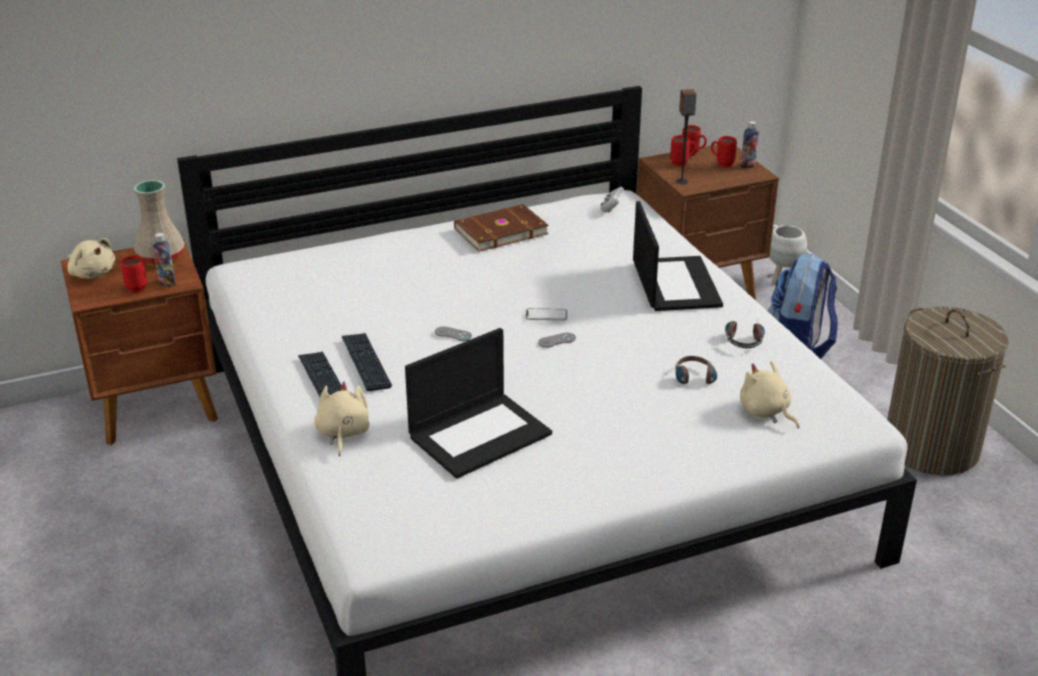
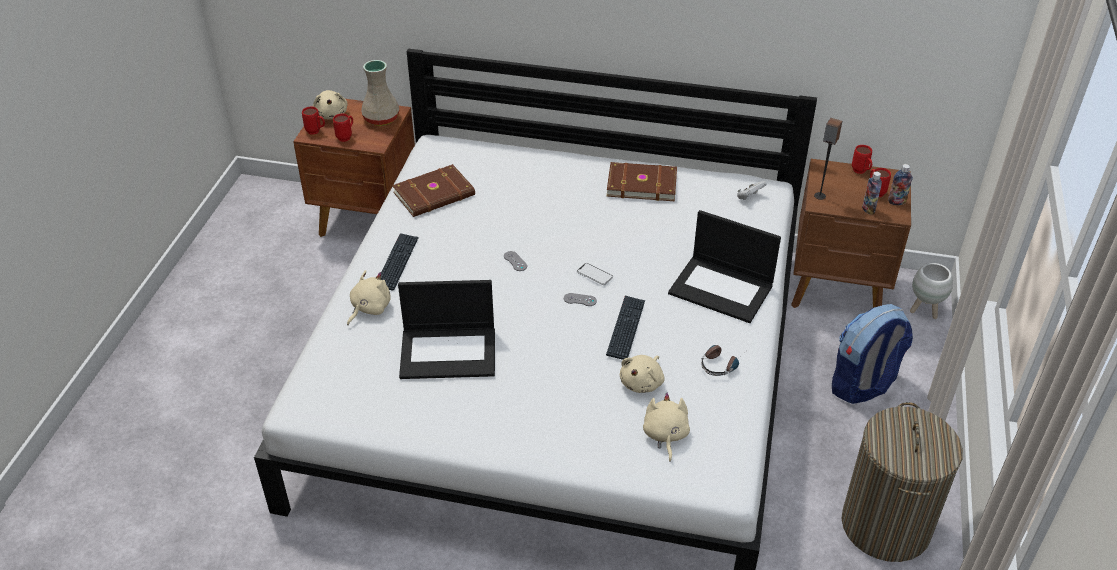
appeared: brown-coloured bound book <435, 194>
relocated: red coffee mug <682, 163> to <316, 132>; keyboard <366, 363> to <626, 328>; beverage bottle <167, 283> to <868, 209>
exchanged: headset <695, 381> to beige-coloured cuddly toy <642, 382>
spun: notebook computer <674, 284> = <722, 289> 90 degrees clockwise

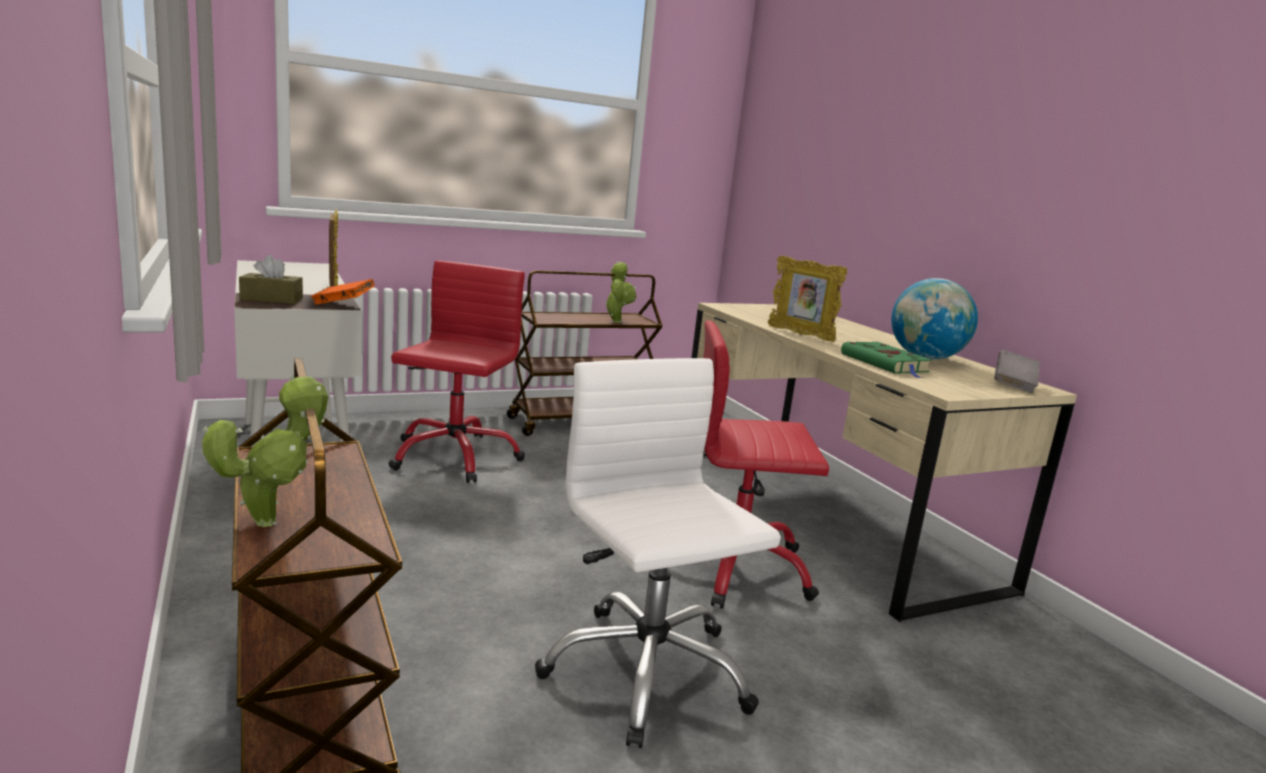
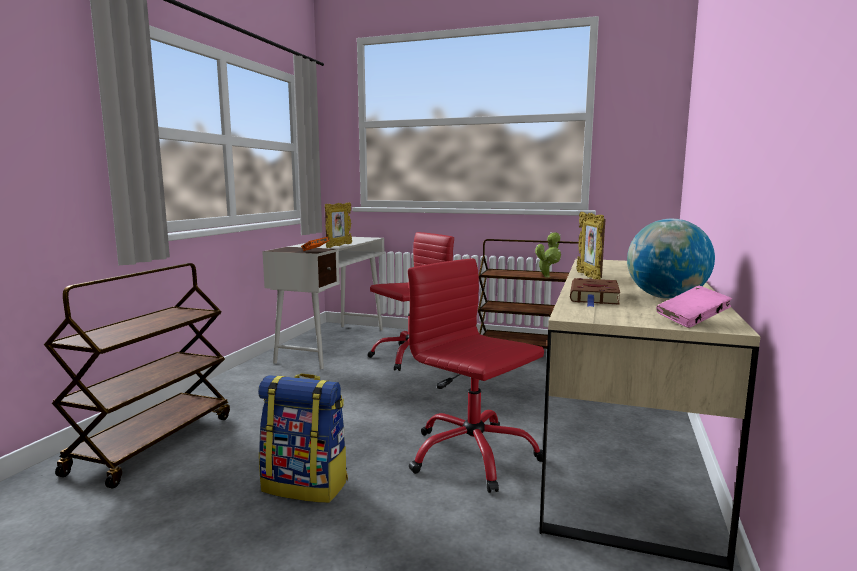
missing: houseplant <273, 520>; brown-coloured tissue holder <271, 299>
exchanged: whitish office chair <646, 671> to backpack <306, 485>
colour: greenish bound book <886, 364> to brown-coloured bound book <594, 297>; greyish bound book <1013, 385> to pinkish bound book <692, 321>

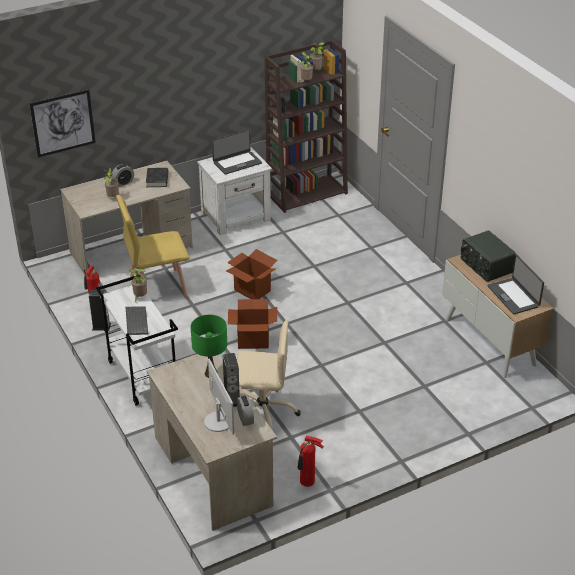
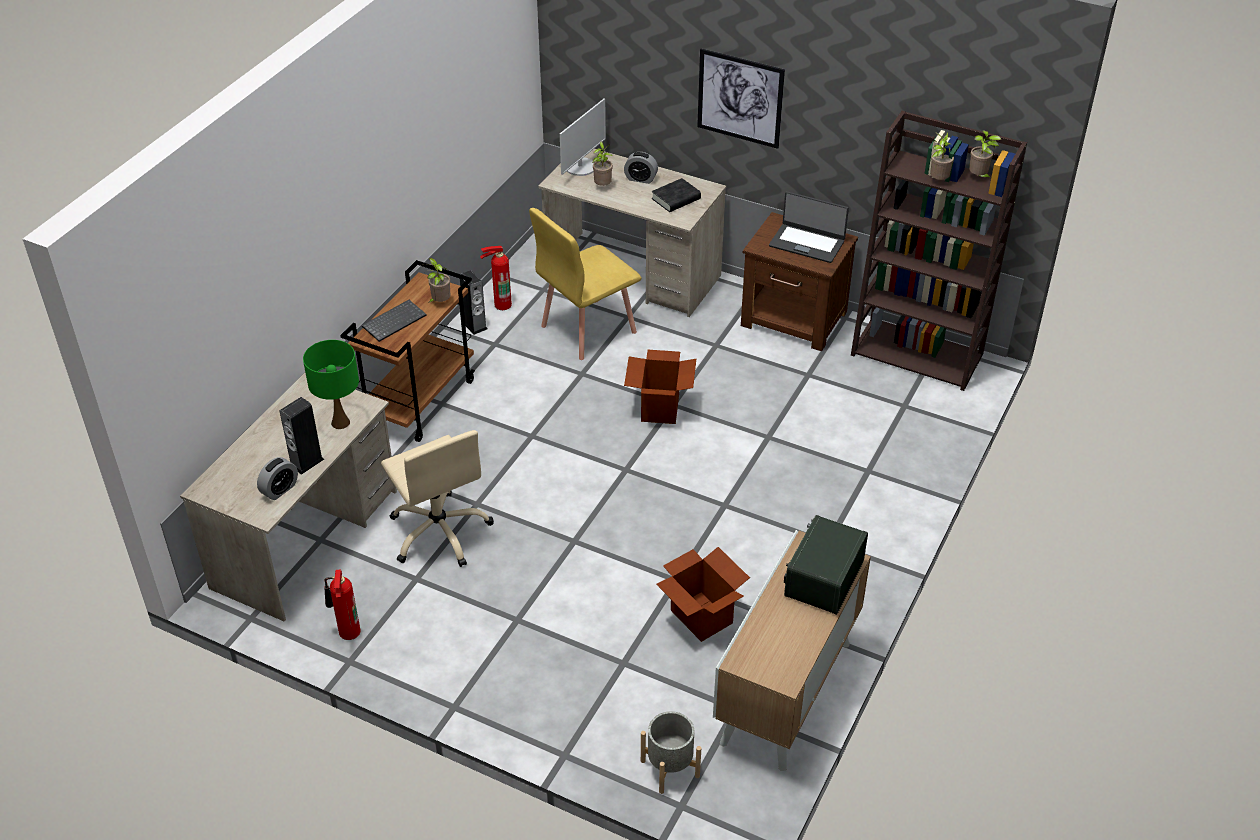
missing: notebook computer <514, 296>
appeared: greyish plant pot <670, 768>
relocated: monitor <219, 421> to <580, 167>; packing box <253, 340> to <701, 616>; picture <63, 123> to <740, 98>
colour: whitish cart <142, 376> to brown-coloured cart <419, 400>; whitish bedside table <237, 216> to brown-coloured bedside table <794, 320>
spun: yellow upright chair <157, 286> = <587, 329> 75 degrees counterclockwise

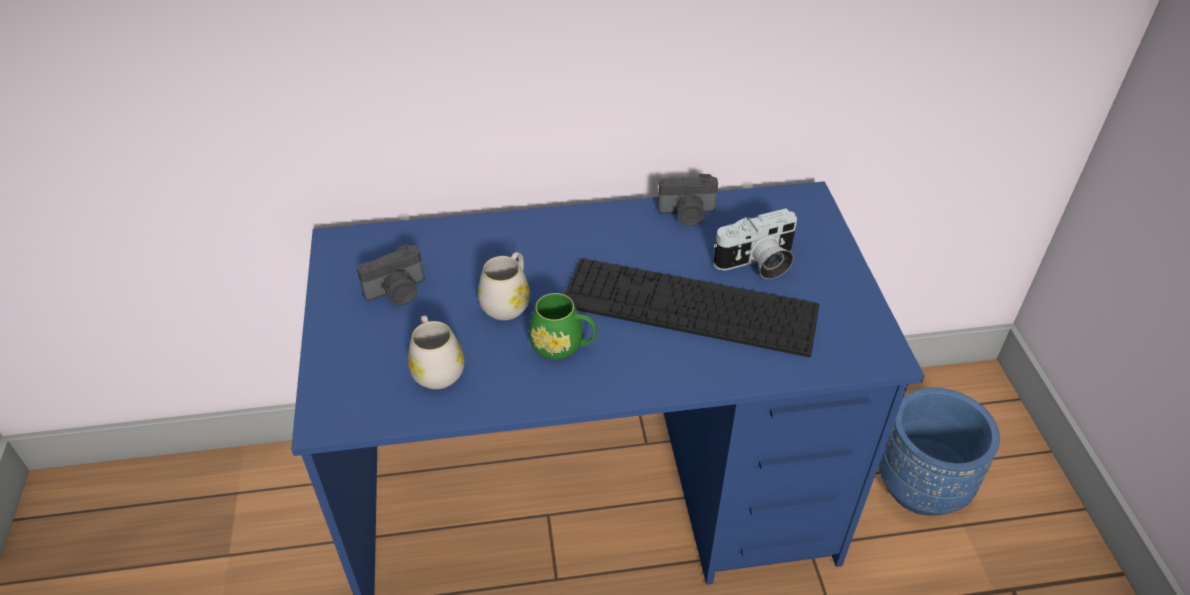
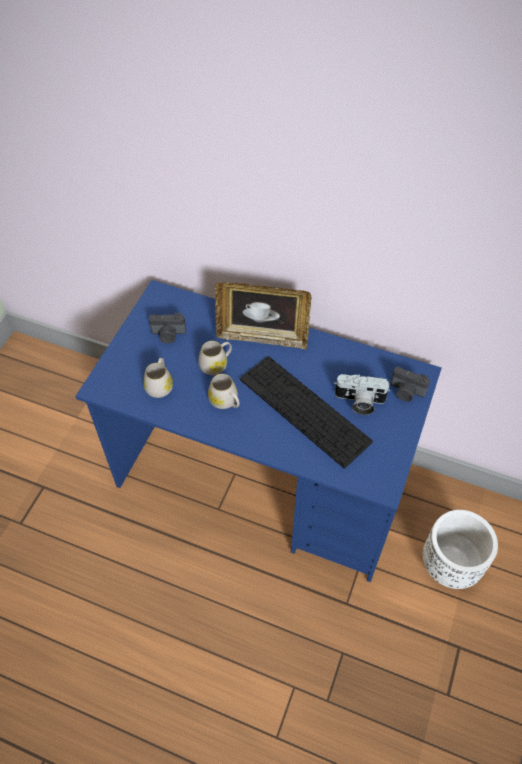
appeared: picture frame <262, 336>
relocated: still camera <687, 214> to <406, 392>
colour: greenish coffee mug <563, 346> to whitish coffee mug <226, 402>; blue-coloured plant pot <920, 487> to whitish plant pot <450, 564>

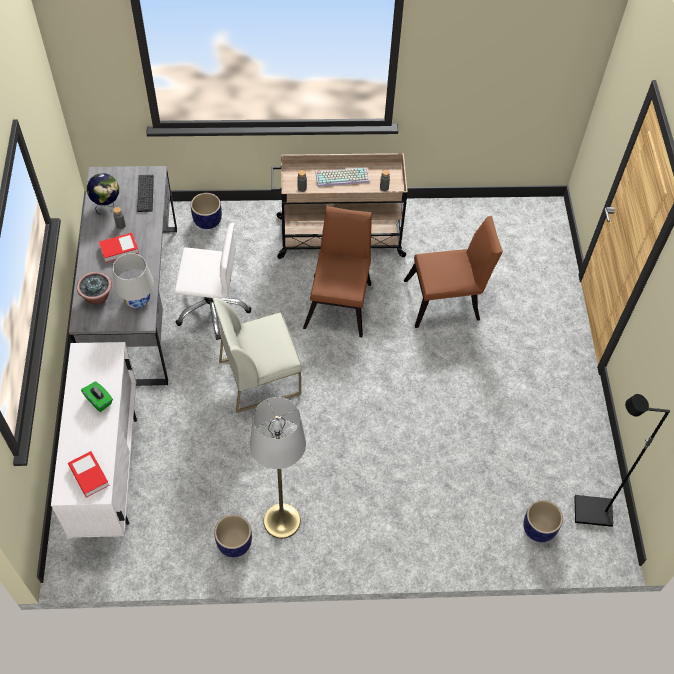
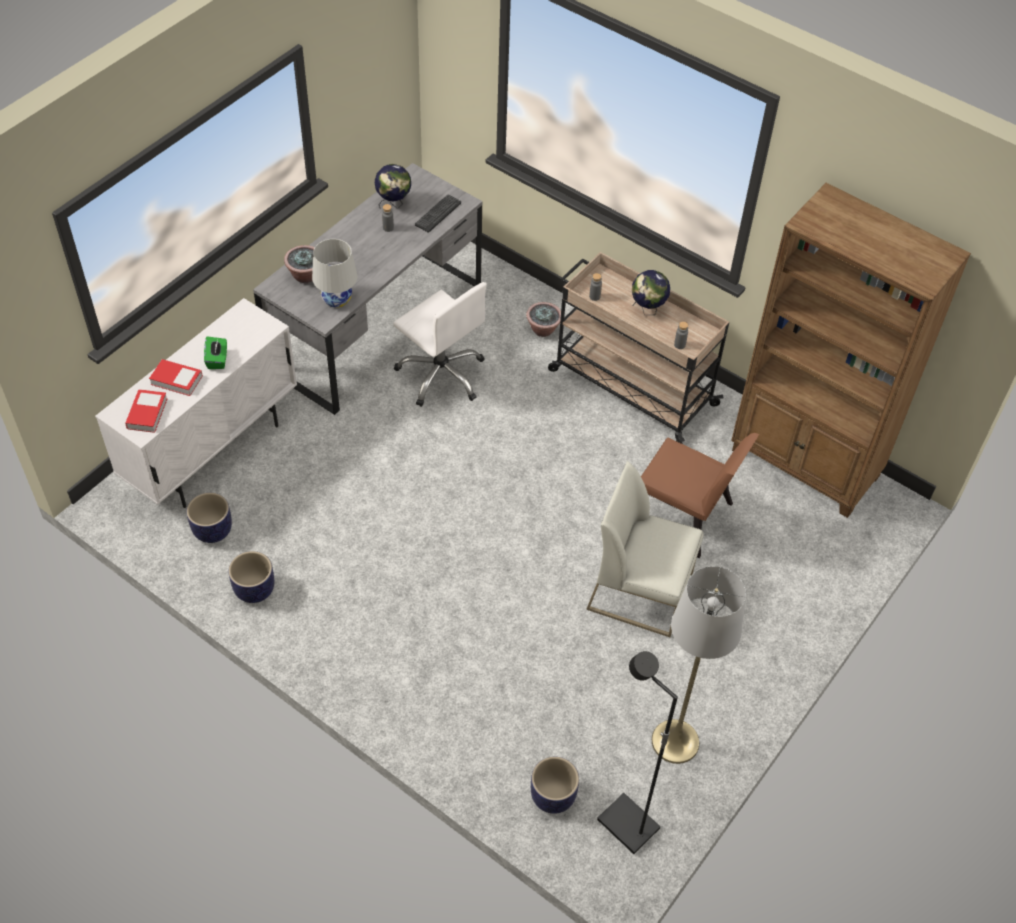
missing: brown-coloured upright chair <340, 301>
appeared: houseplant <543, 330>; brown-coloured bookcase <805, 465>
relocated: bound book <119, 249> to <176, 380>; plant pot <207, 221> to <212, 530>; whitish upright chair <260, 377> to <641, 590>; greyish floor lamp <281, 520> to <675, 741>
exchanged: keyboard <343, 176> to globe <647, 310>

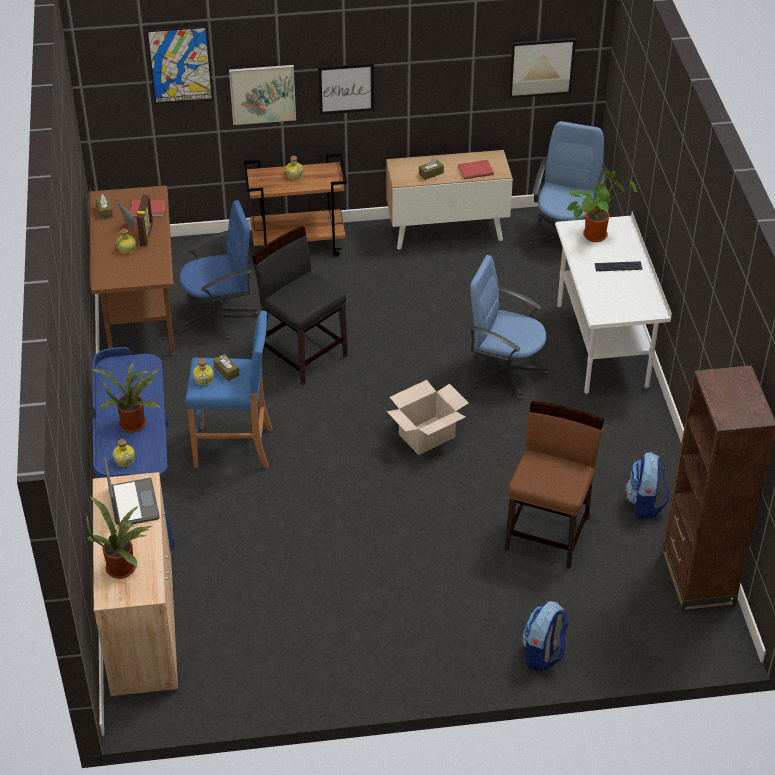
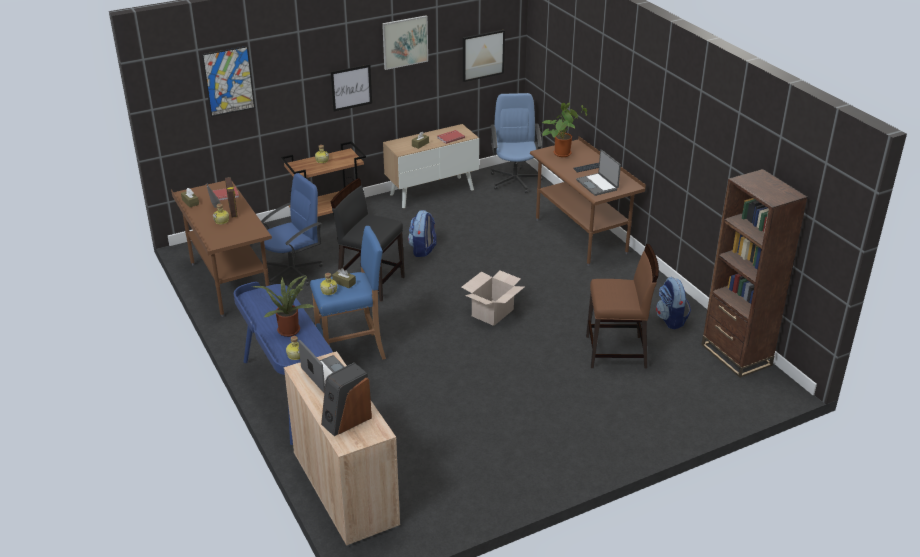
missing: blue-coloured office chair <505, 372>
appeared: notebook computer <597, 185>
relocated: picture <262, 94> to <405, 42>; backpack <543, 654> to <423, 250>
exchanged: houseplant <124, 567> to loudspeaker <346, 420>
colour: whitish desk unit <602, 347> to brown-coloured desk unit <581, 236>
spun: brown-coloured upright chair <548, 533> = <617, 352> 90 degrees clockwise

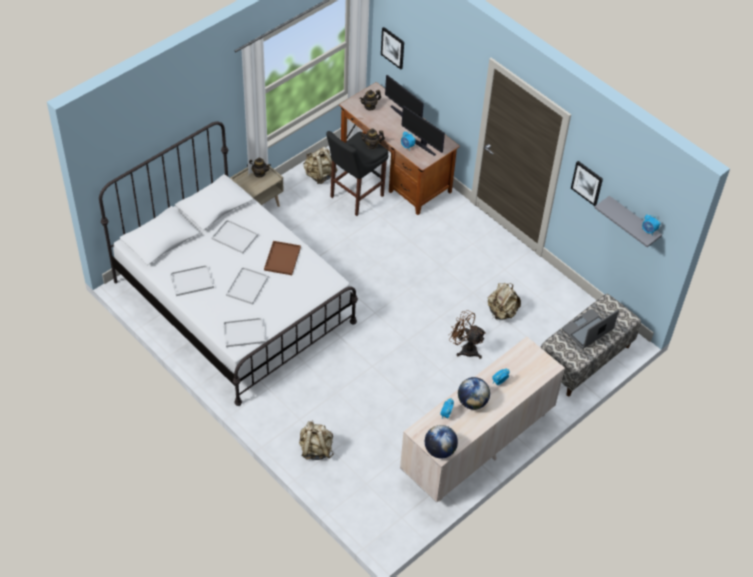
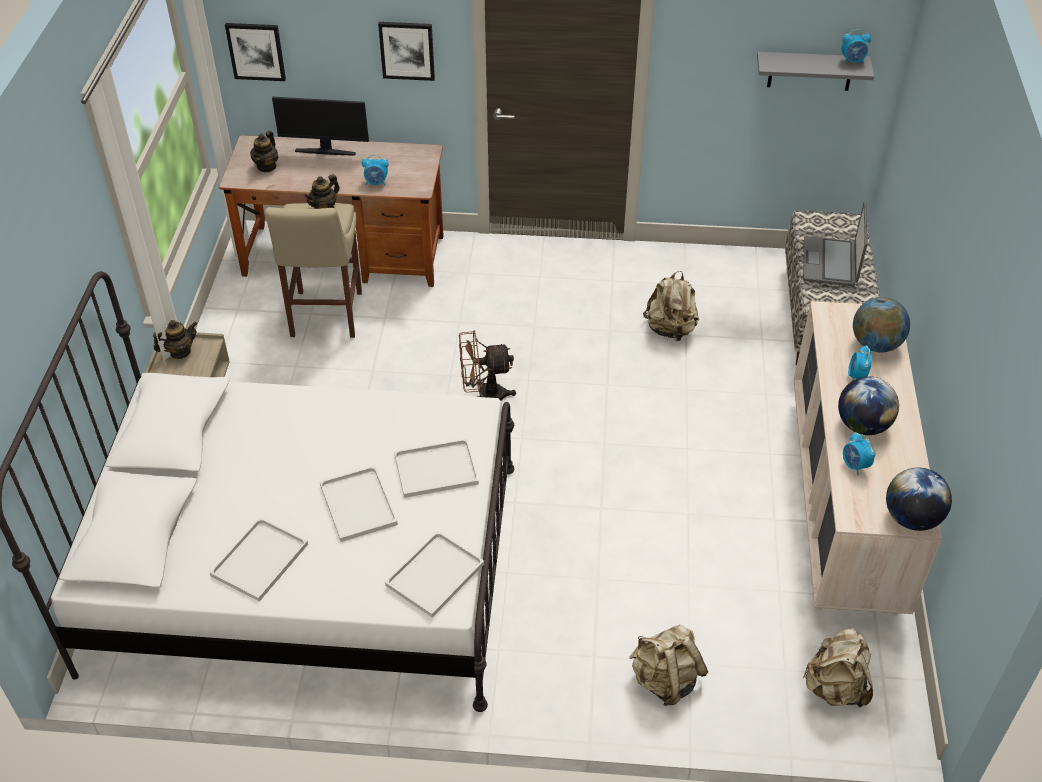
missing: brown-coloured carrying tray <282, 259>; monitor <422, 145>
appeared: globe <875, 344>
relocated: picture <587, 183> to <407, 50>; whitish carrying tray <234, 237> to <434, 470>; brown-coloured fan <465, 349> to <483, 397>; beige-coloured backpack <319, 175> to <835, 687>
colour: black-coloured stool <354, 197> to beige-coloured stool <325, 317>

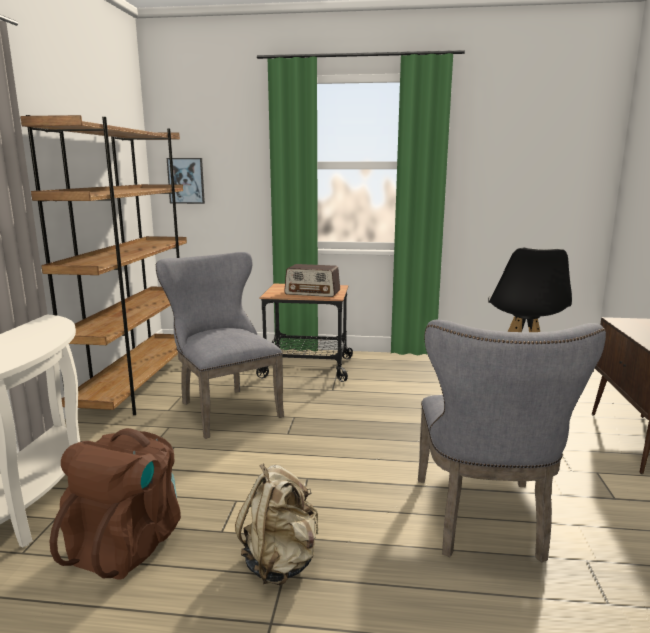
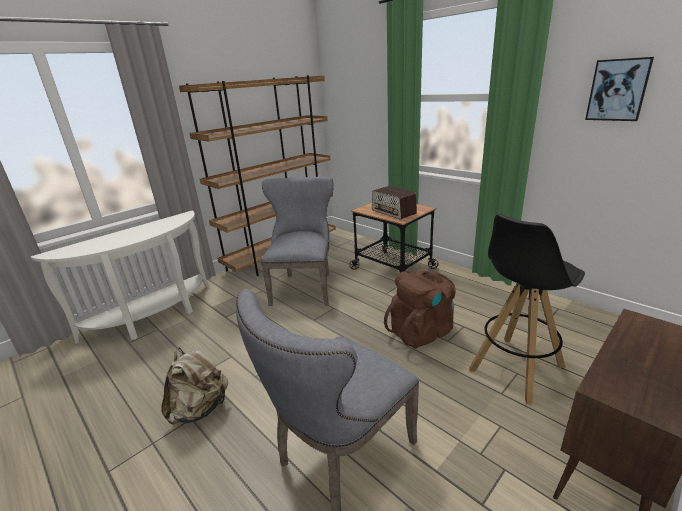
relocated: brown-coloured backpack <127, 544> to <422, 331>; picture <186, 180> to <617, 90>

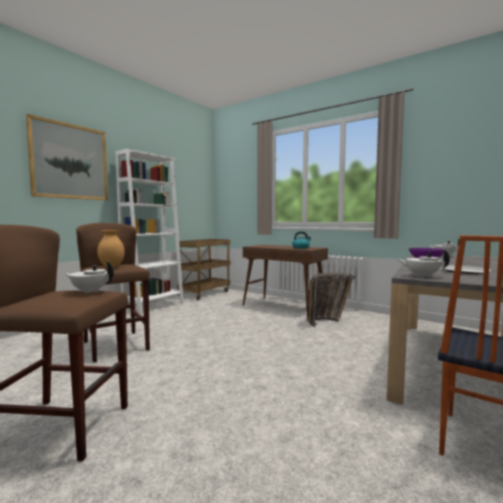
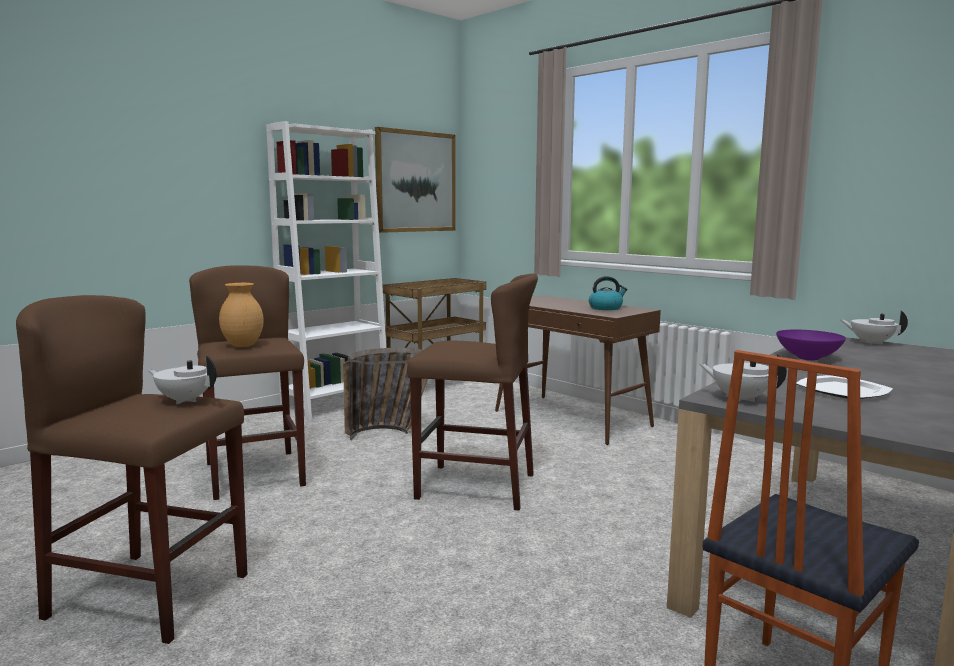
appeared: brown-coloured stool <475, 486>
relocated: household basket <328, 321> to <389, 433>; picture <70, 161> to <416, 181>

